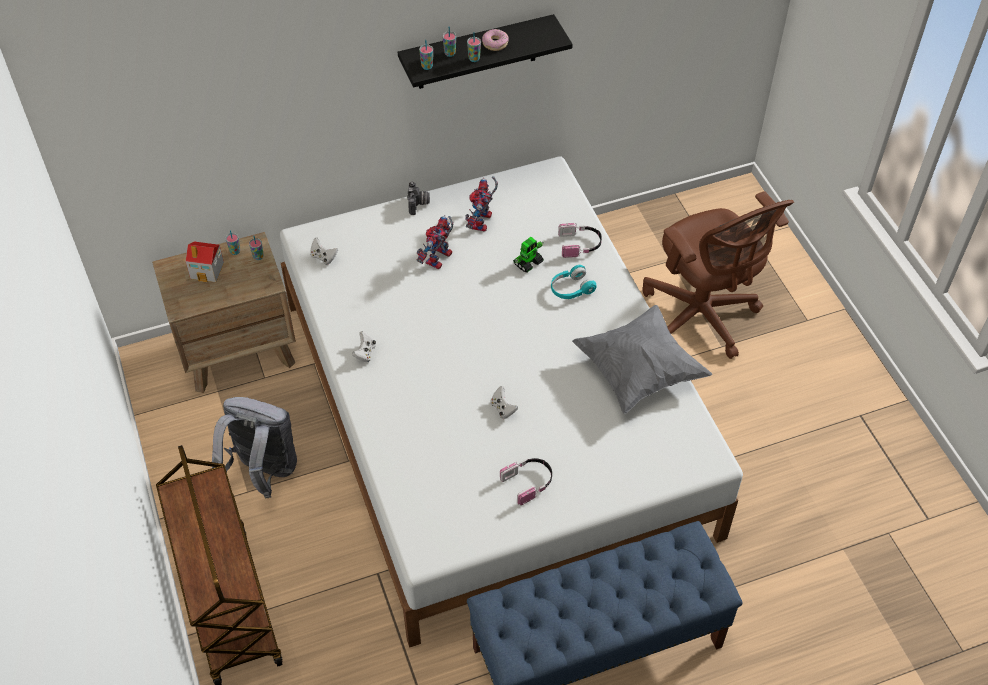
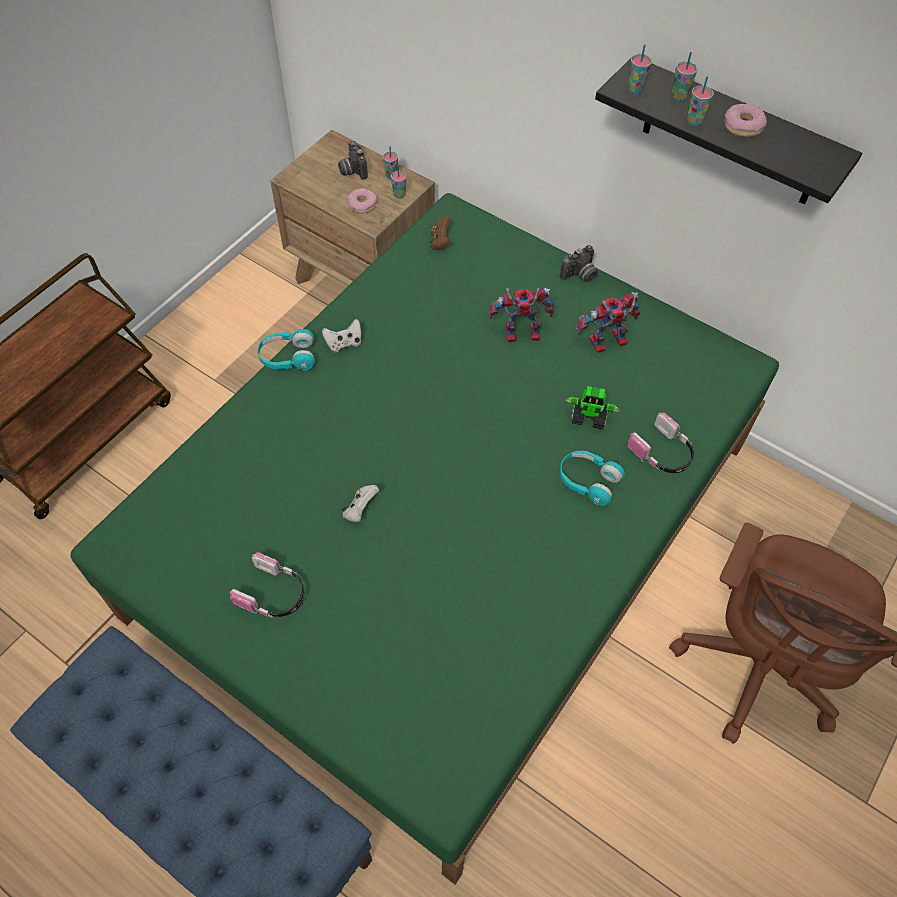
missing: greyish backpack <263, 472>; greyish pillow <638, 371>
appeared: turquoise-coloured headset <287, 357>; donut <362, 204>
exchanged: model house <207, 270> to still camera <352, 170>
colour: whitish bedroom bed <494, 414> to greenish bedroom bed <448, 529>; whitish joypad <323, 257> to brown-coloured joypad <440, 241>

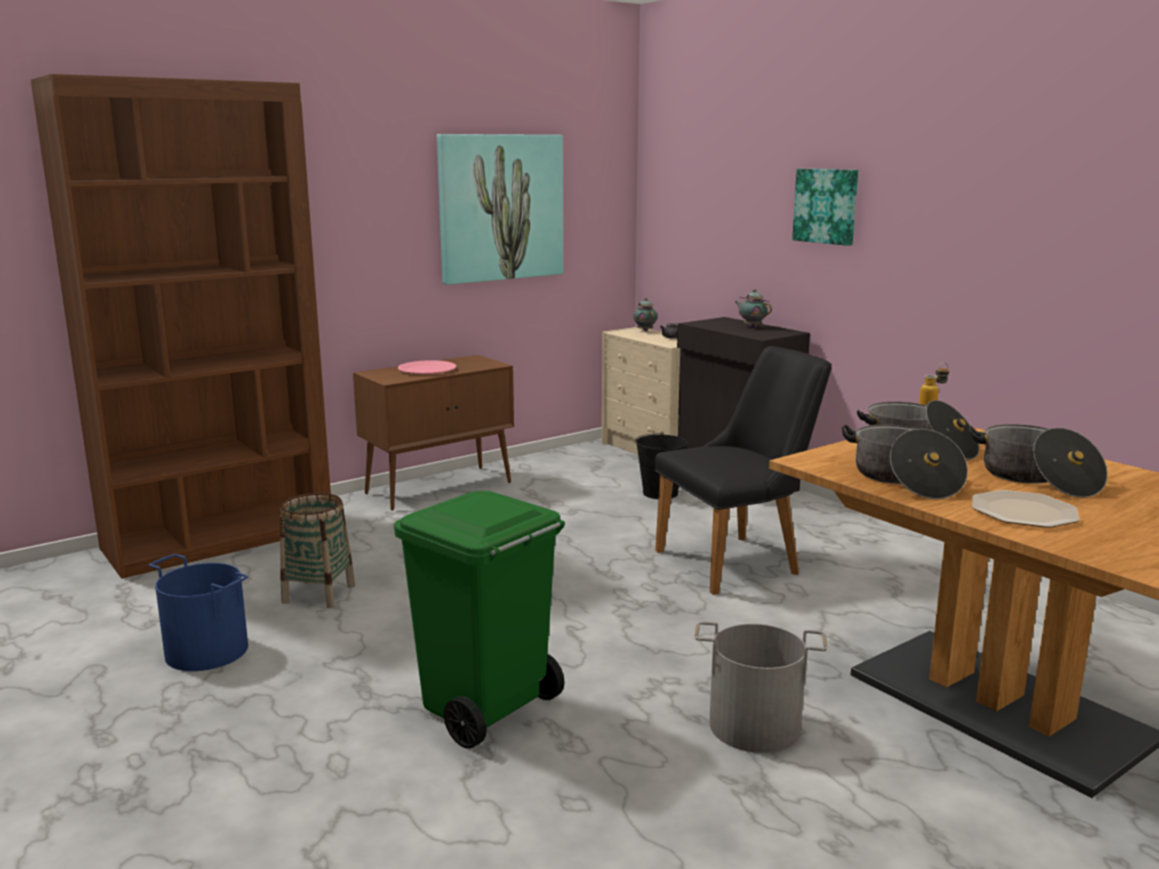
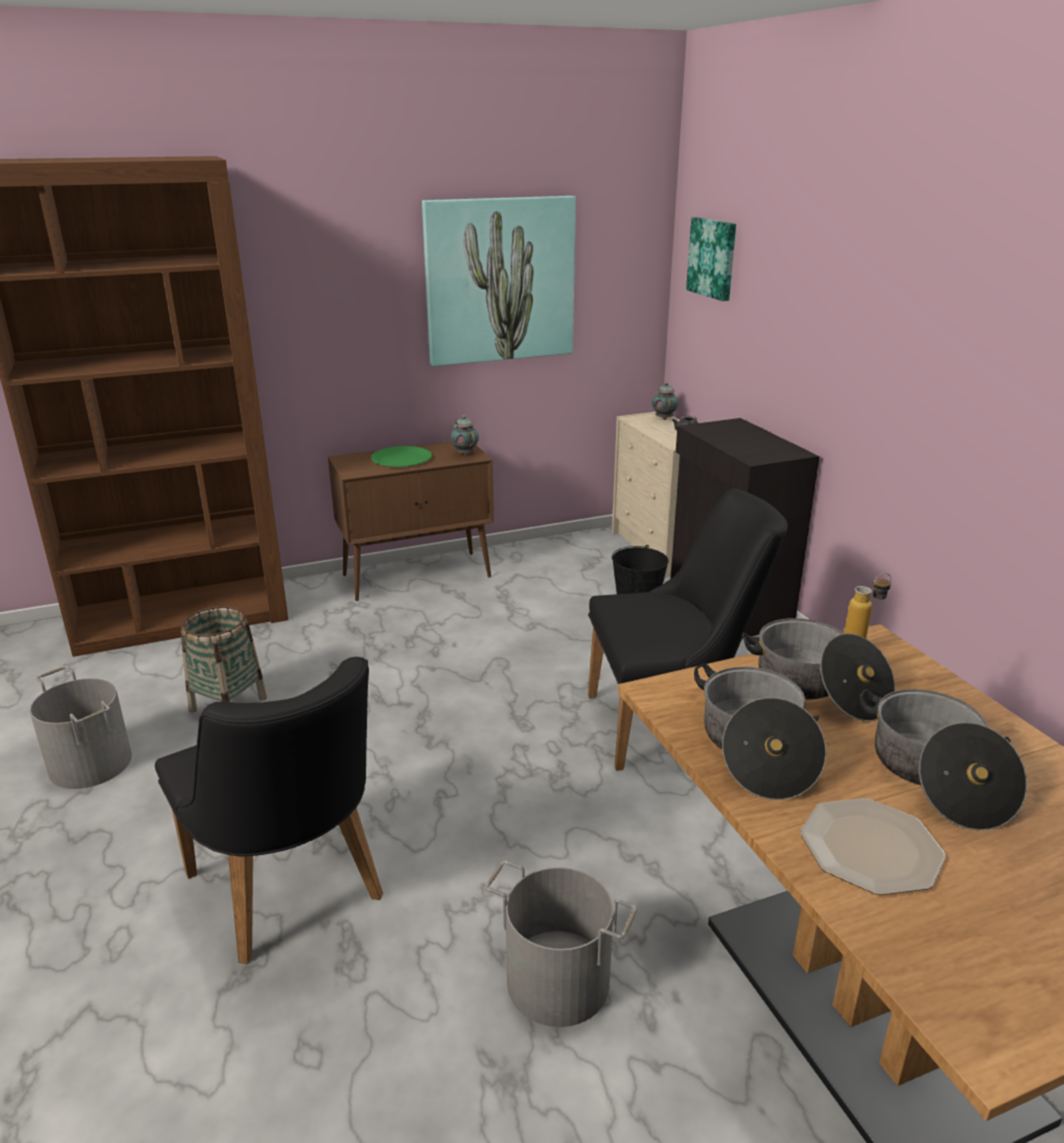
relocated: pot for tea <751, 326> to <464, 453>; picture <826, 206> to <713, 258>
exchanged: greenish rubbish bin <485, 710> to black-coloured upright chair <294, 896>
colour: blue-coloured water bucket <206, 651> to greyish water bucket <89, 764>; pinkish flat dish <427, 369> to greenish flat dish <401, 459>

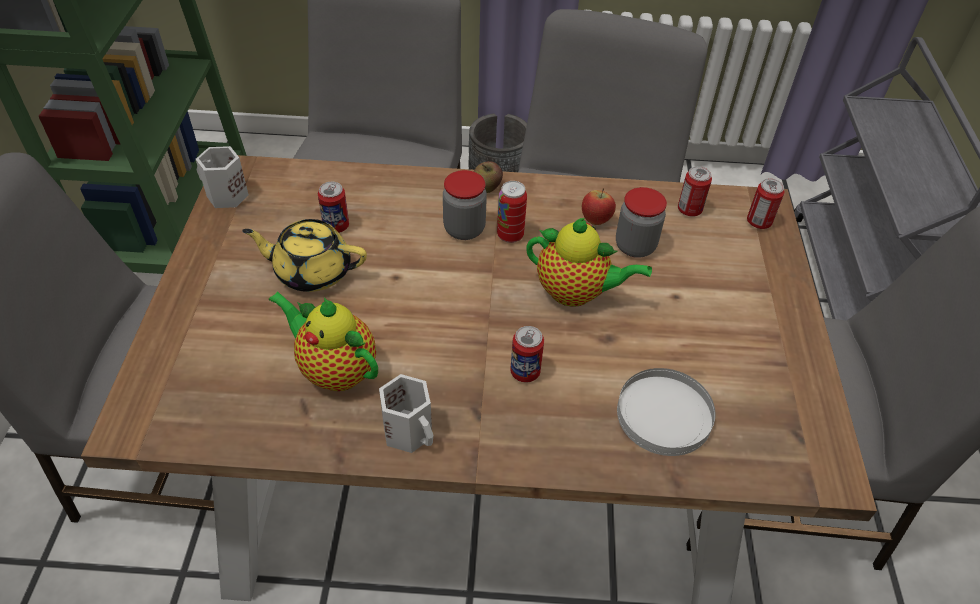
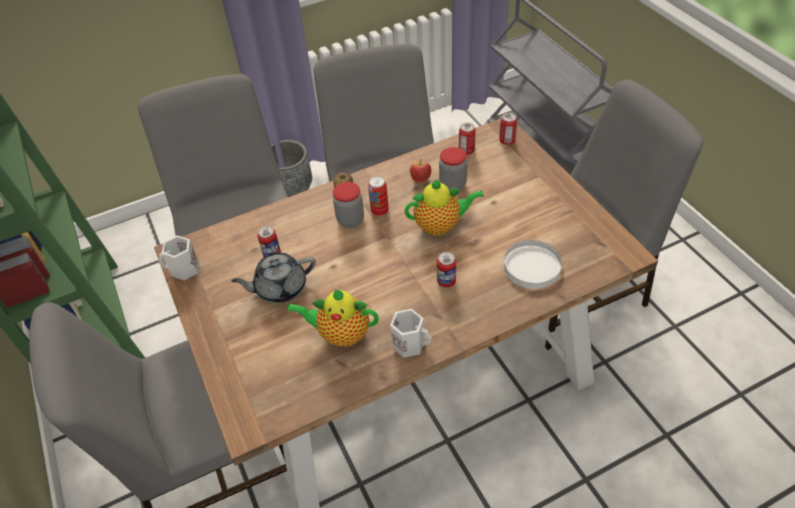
colour: yellow pot for tea <311, 271> to greyish pot for tea <280, 287>

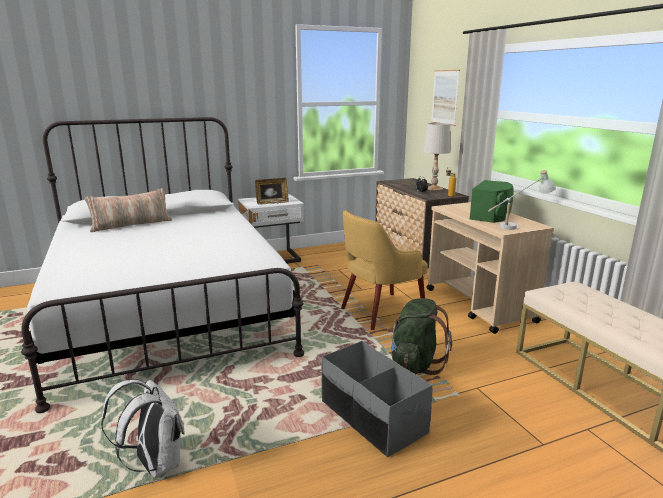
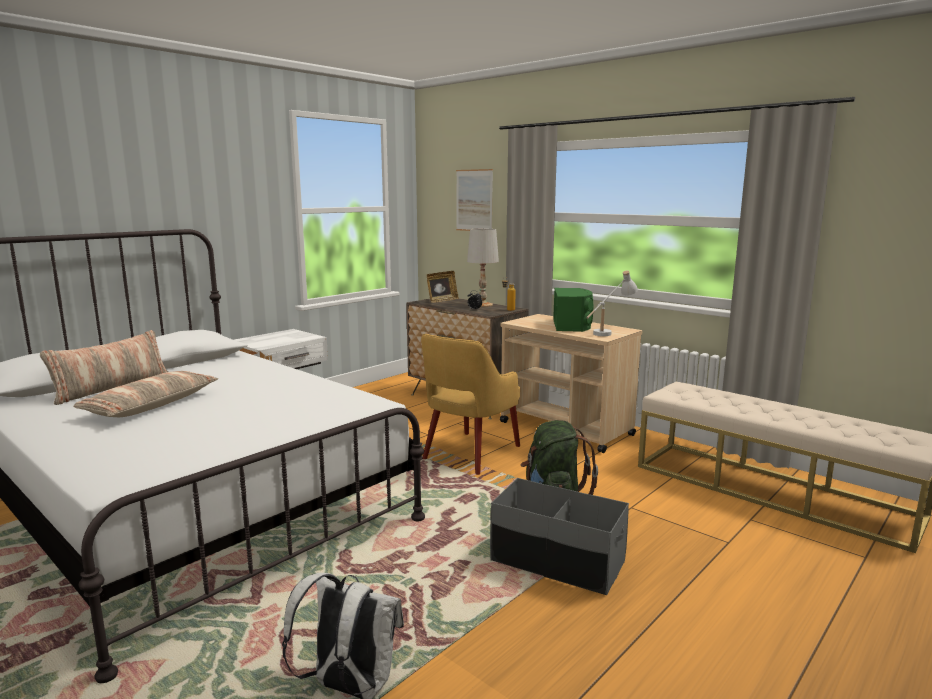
appeared: pillow <151, 405>
relocated: picture frame <272, 203> to <442, 300>

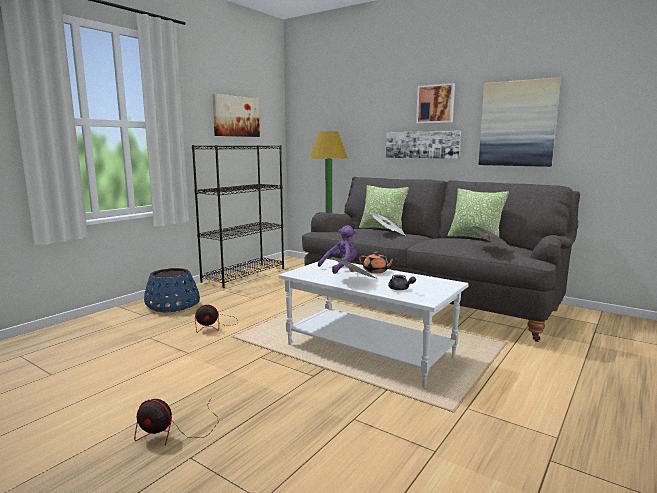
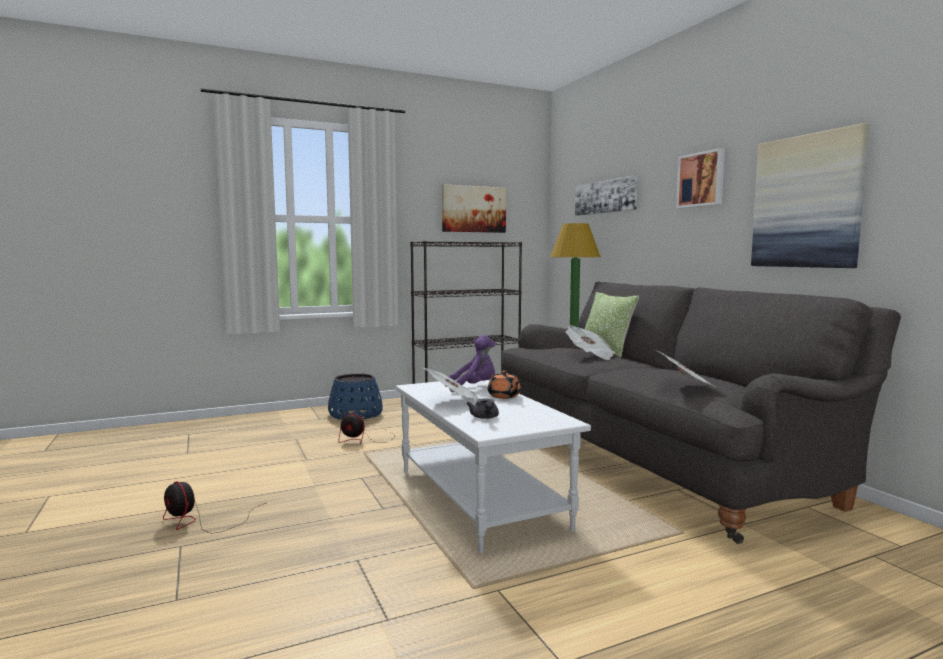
missing: pillow <475, 238>
relocated: picture <422, 144> to <605, 197>

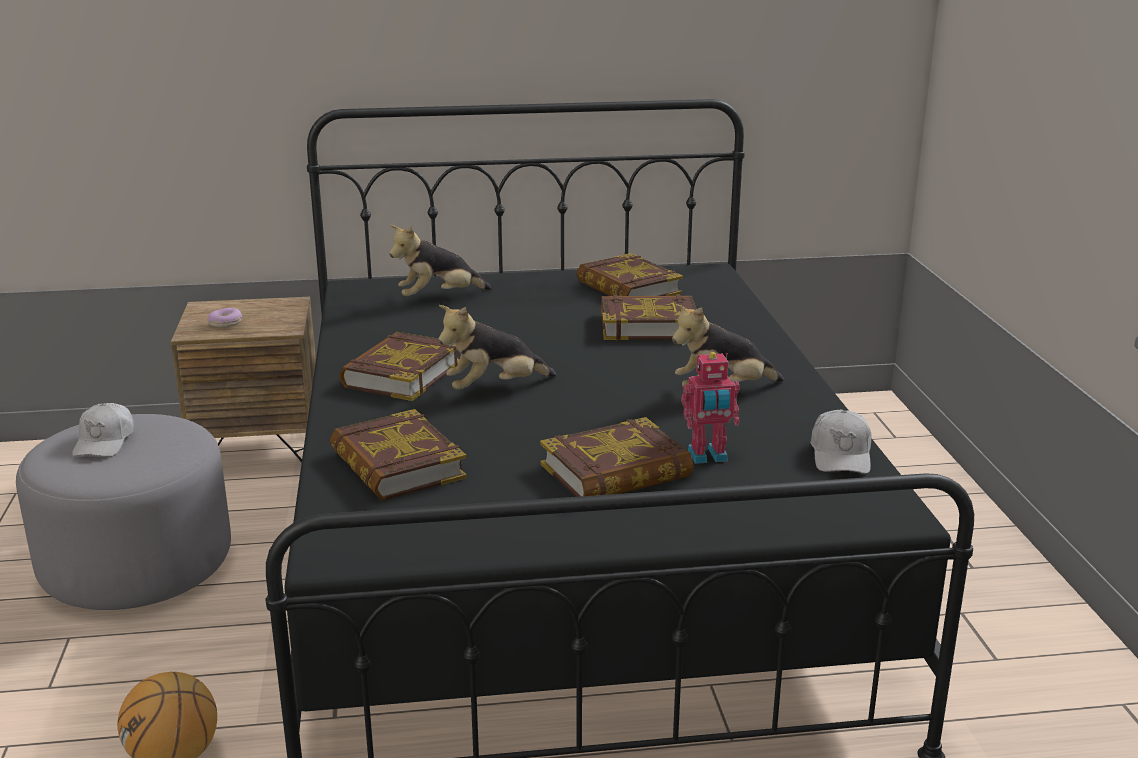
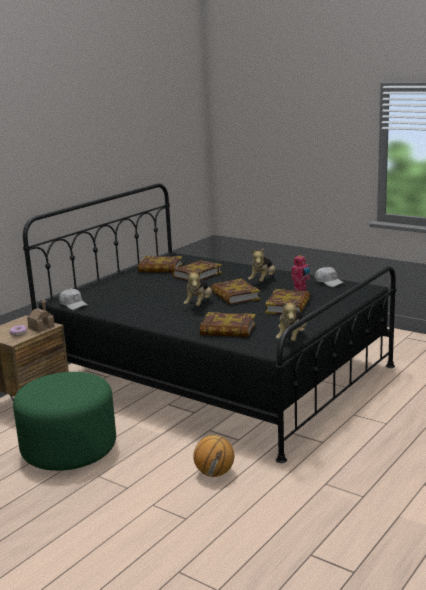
appeared: model house <41, 327>
relocated: whitish peaked cap <105, 442> to <73, 304>; bound book <402, 374> to <235, 296>; cuddly toy <438, 298> to <292, 338>
colour: greyish pouffe <136, 564> to greenish pouffe <69, 449>

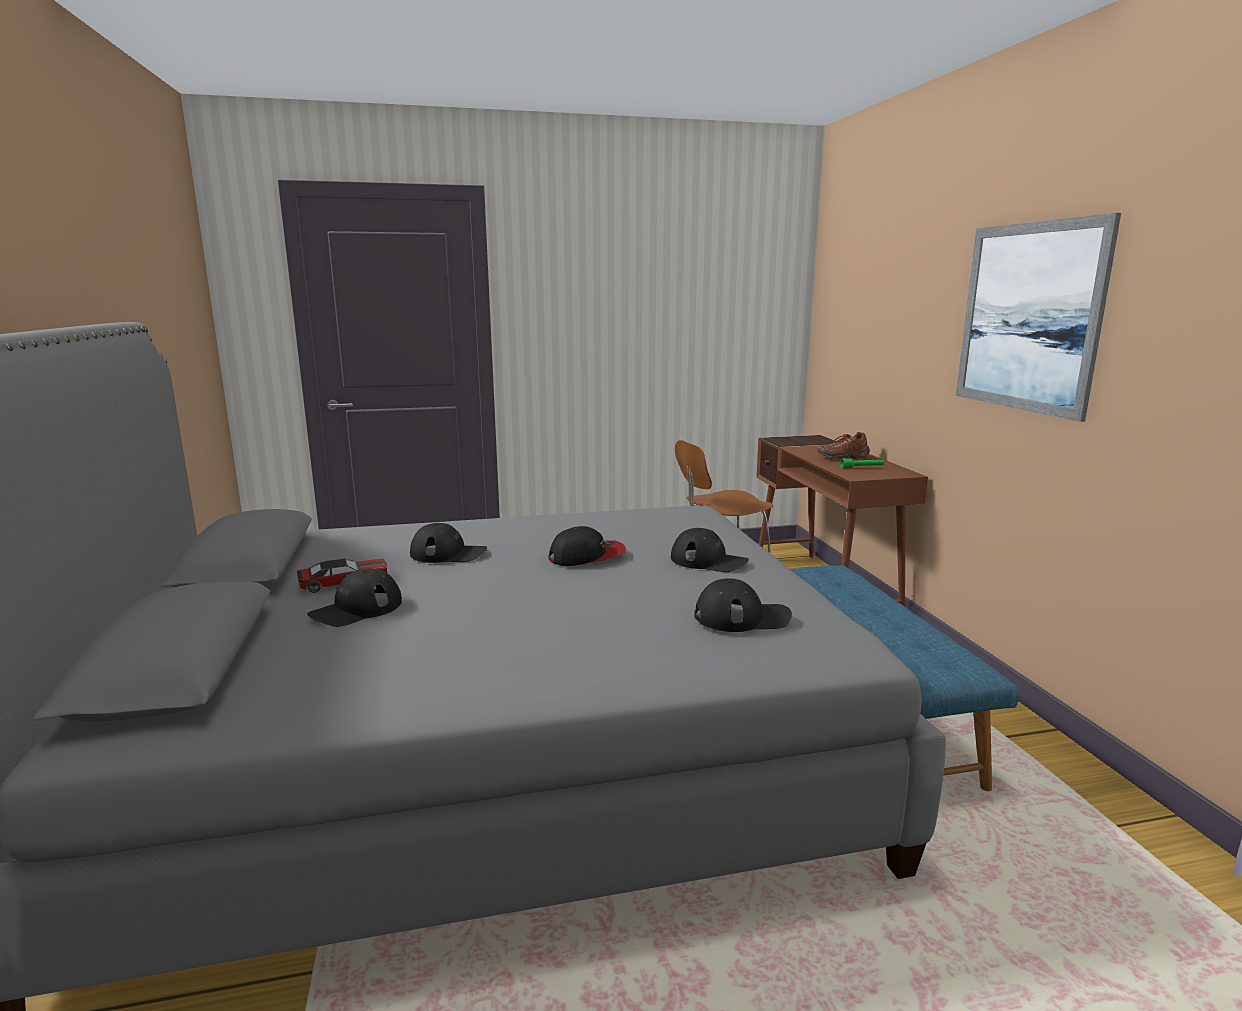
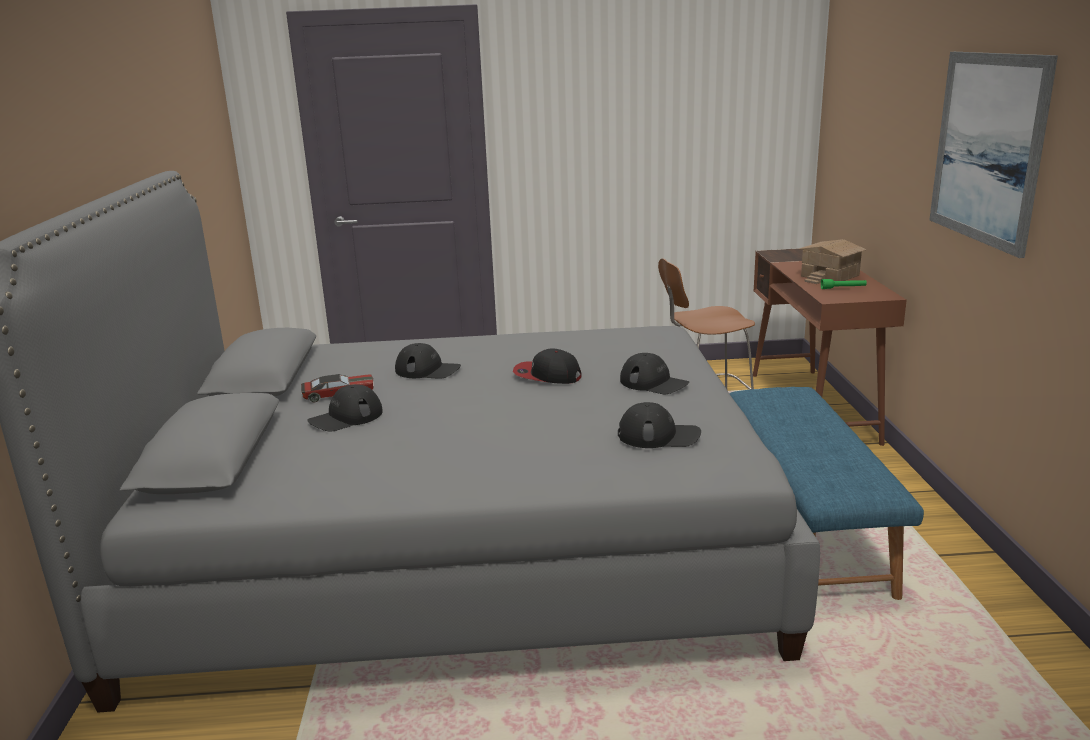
exchanged: brown-coloured low shoe <843, 457> to model house <831, 276>
spun: peaked cap <587, 556> = <547, 375> 150 degrees counterclockwise

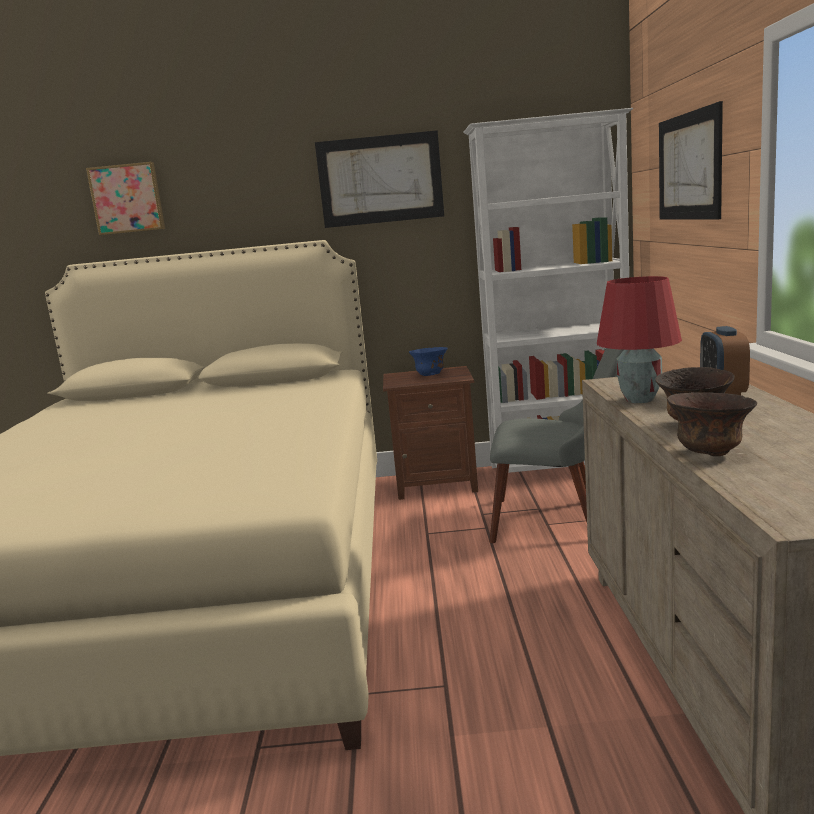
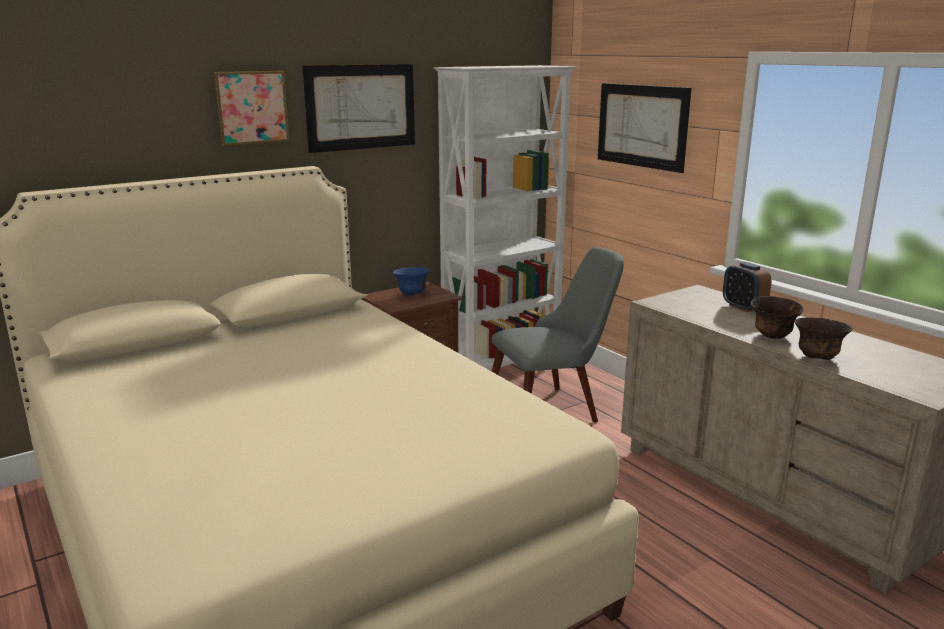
missing: red lamp for a table <638, 399>
relocated: picture <127, 199> to <250, 107>

